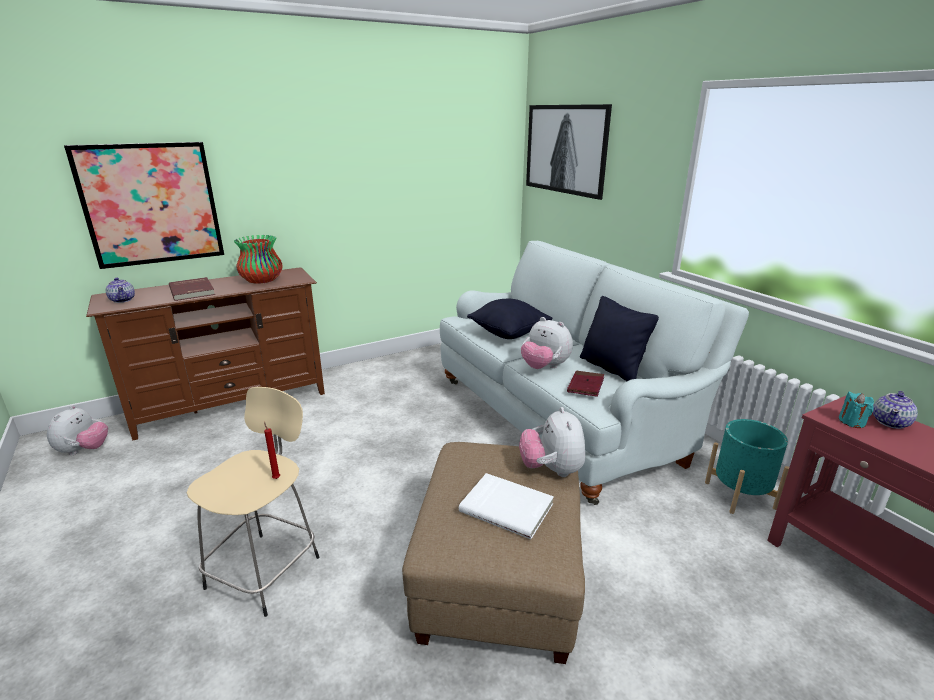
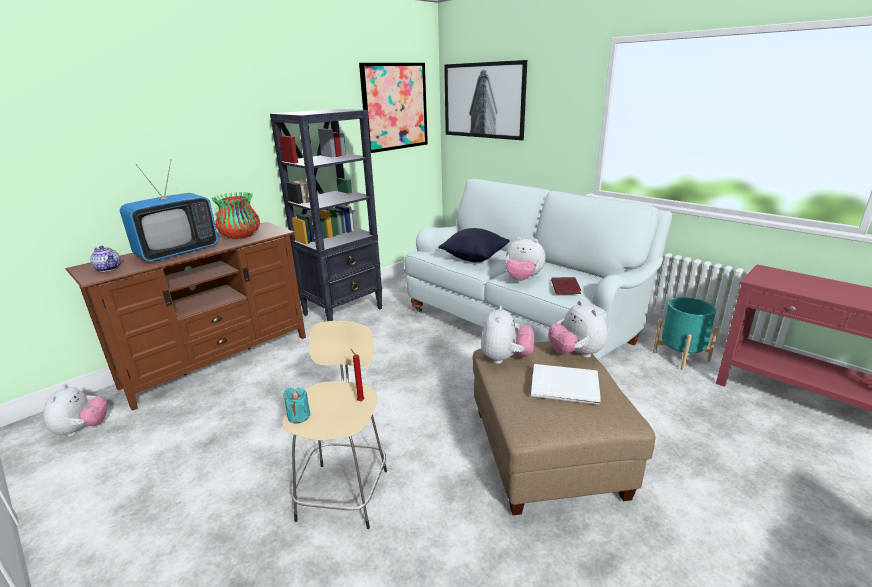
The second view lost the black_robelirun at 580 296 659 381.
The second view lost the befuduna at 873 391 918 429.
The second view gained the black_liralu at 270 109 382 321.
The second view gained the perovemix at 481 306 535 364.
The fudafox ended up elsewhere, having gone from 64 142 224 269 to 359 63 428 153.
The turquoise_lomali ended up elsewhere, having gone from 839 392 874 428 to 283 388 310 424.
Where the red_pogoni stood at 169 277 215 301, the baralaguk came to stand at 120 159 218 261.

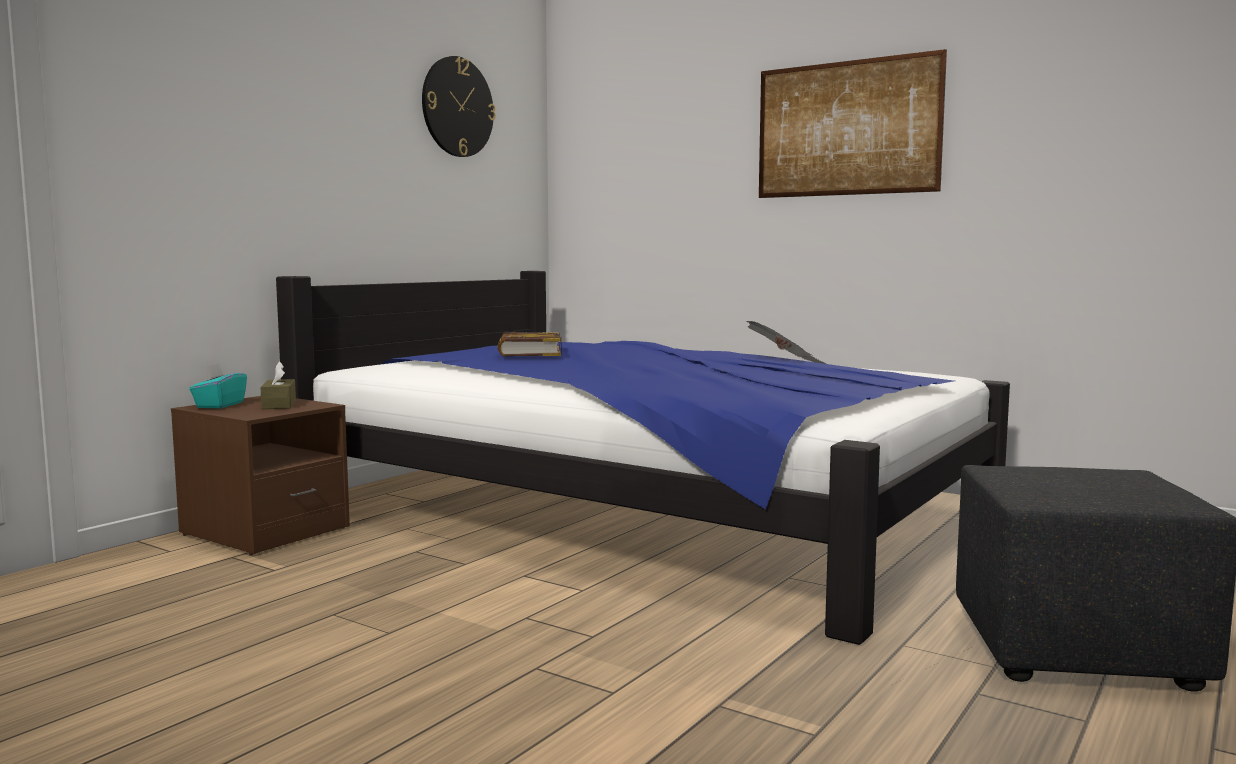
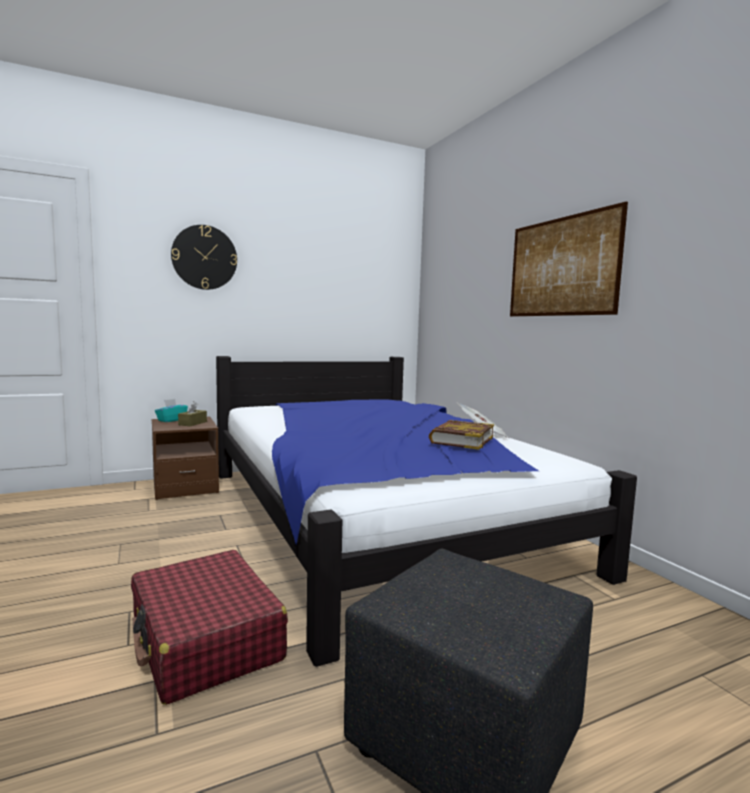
The second view gained the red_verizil at 131 550 288 705.
The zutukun ended up elsewhere, having gone from 422 56 496 157 to 171 225 237 290.
The pogoni ended up elsewhere, having gone from 497 332 562 356 to 429 420 494 450.

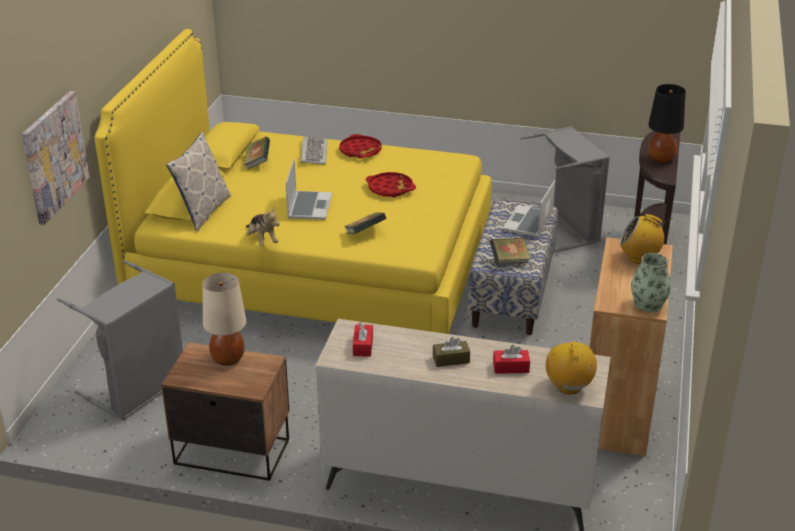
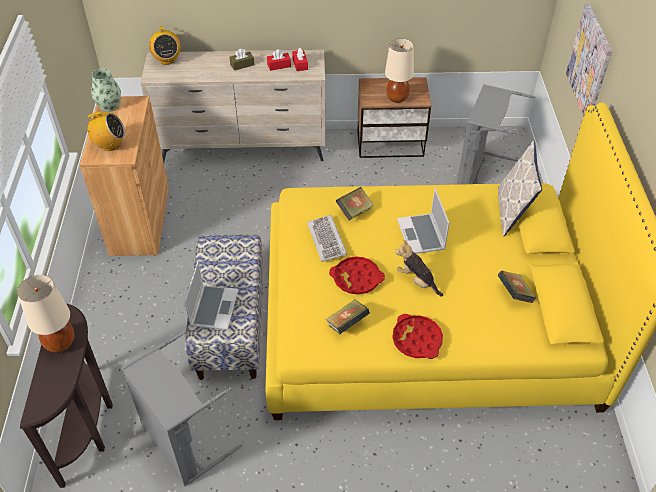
The perovemix ended up elsewhere, having gone from 246 207 280 246 to 394 239 443 297.
The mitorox ended up elsewhere, having gone from 301 137 327 165 to 307 215 347 262.
The pogoni ended up elsewhere, having gone from 490 238 531 264 to 325 300 370 334.
The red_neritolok ended up elsewhere, having gone from 493 345 530 374 to 267 49 291 71.
What was the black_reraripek at 648 84 686 163 turned into the beige_reraripek at 17 275 74 353.

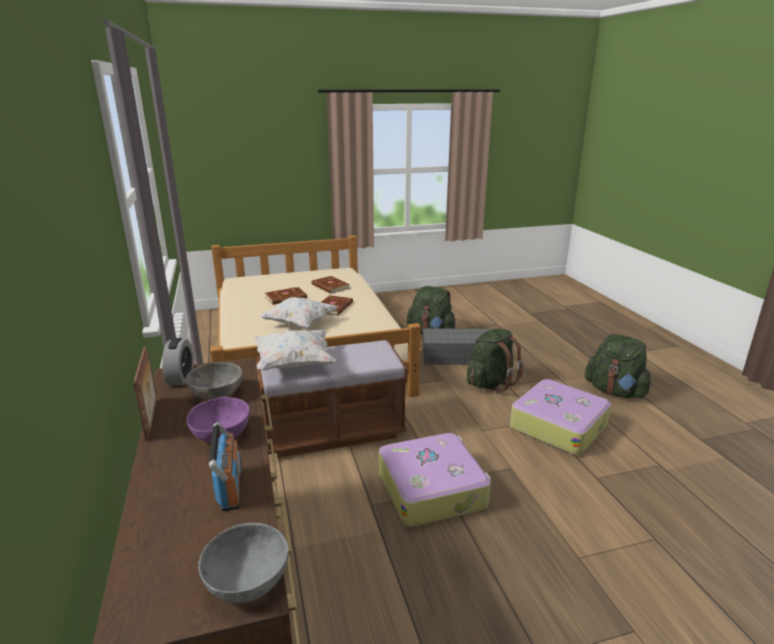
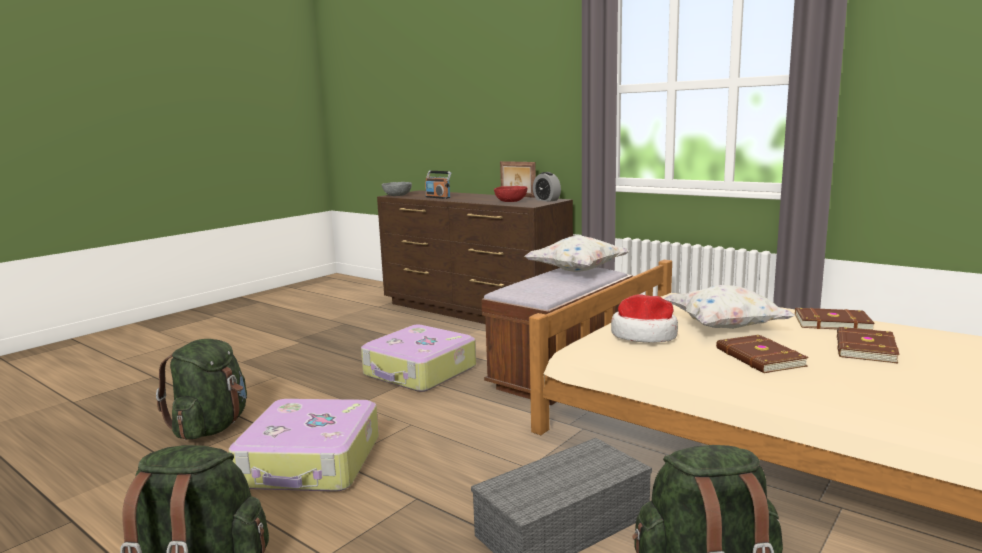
The second view lost the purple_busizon at 187 397 250 442.
The second view gained the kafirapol at 611 294 678 343.
The brown_pogoni ended up elsewhere, having gone from 311 276 350 294 to 795 308 875 330.
The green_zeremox ended up elsewhere, having gone from 467 329 523 393 to 156 339 247 440.
What was the grey_busizon at 185 362 243 400 turned into the red_busizon at 494 186 528 202.

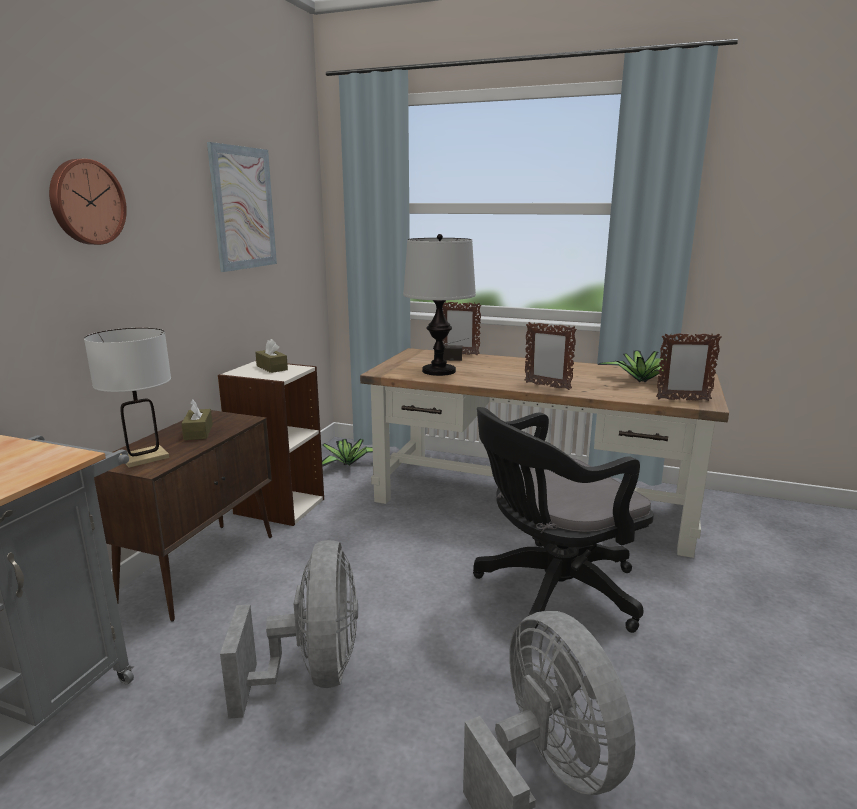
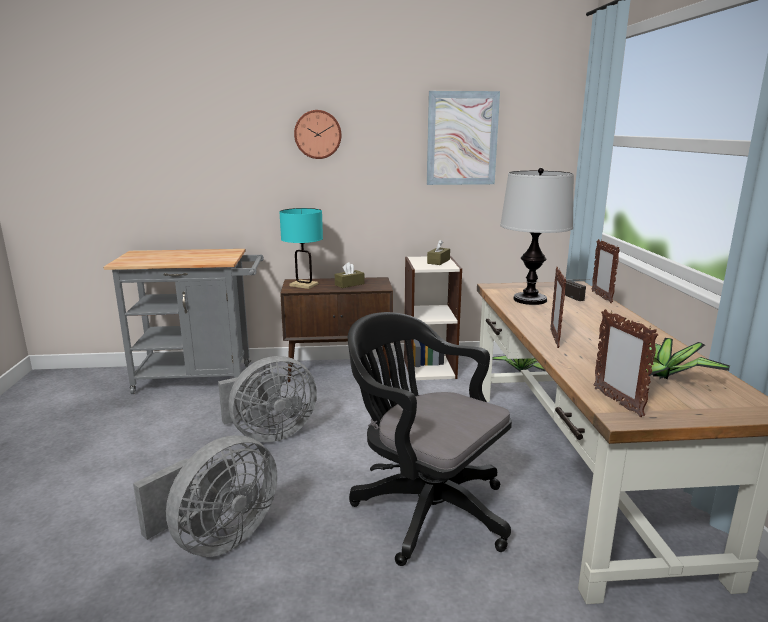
What was the white_reraripek at 84 328 171 468 turned into the turquoise_reraripek at 279 208 323 289.

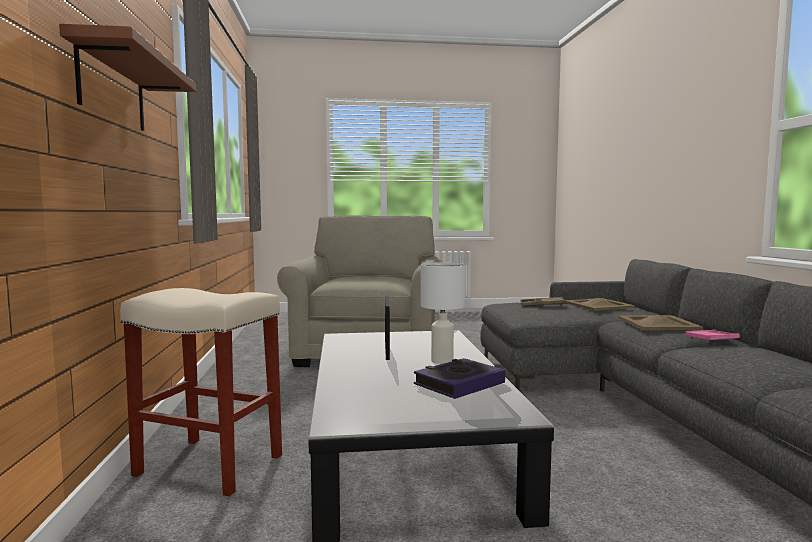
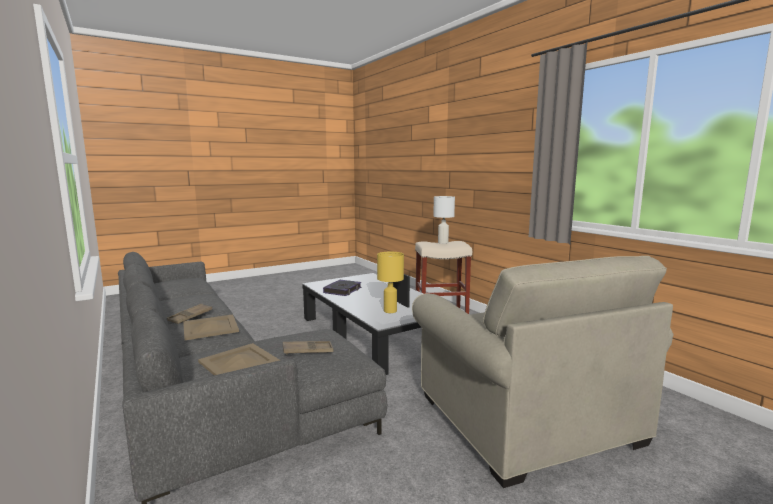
The second view lost the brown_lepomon at 59 24 196 131.
The second view gained the yellow_reraripek at 377 252 404 313.
The white_reraripek ended up elsewhere, having gone from 421 263 465 364 to 433 196 455 244.
What was the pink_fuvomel at 685 330 740 342 turned into the brown_fuvomel at 167 304 212 324.

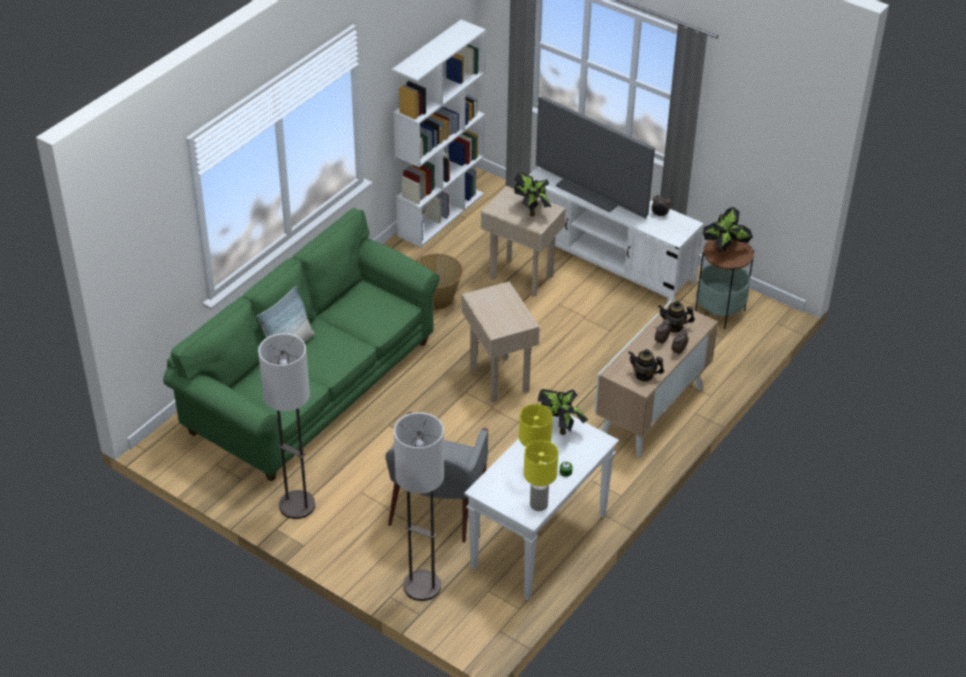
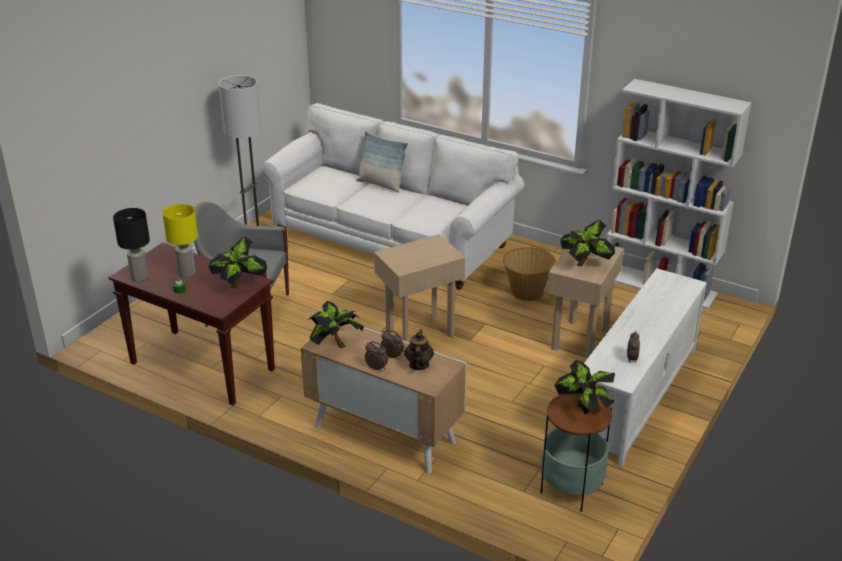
The second view lost the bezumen at 394 412 444 601.
The second view lost the baralaguk at 536 96 655 219.
Where the befuduna stood at 628 349 664 382, the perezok came to stand at 308 301 364 348.
What was the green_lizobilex at 163 208 439 481 turned into the white_lizobilex at 261 103 524 289.
What was the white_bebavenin at 464 414 619 601 turned into the brown_bebavenin at 108 243 275 405.
What was the yellow_reraripek at 524 440 558 511 turned into the black_reraripek at 113 208 150 282.

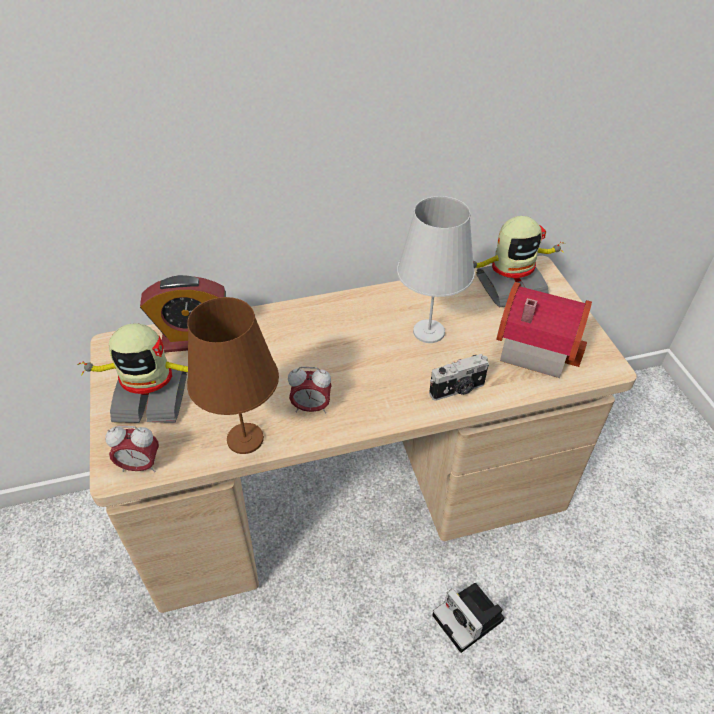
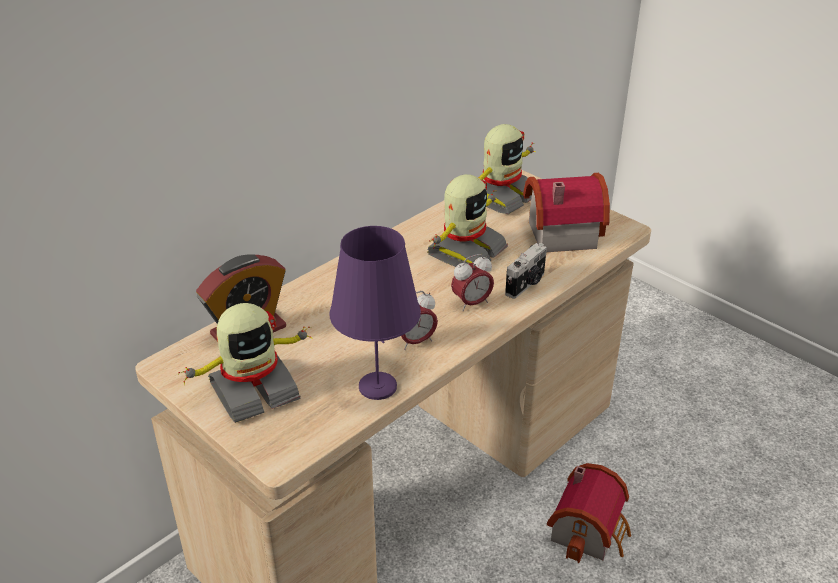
The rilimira ended up elsewhere, having gone from 105 426 159 472 to 451 254 494 311.
Where the white_reraripek stood at 397 196 475 343, the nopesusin came to stand at 427 174 508 267.
Where the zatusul stood at 432 583 505 653, the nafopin came to stand at 547 463 631 563.
What was the brown_reraripek at 187 297 279 454 turned into the purple_reraripek at 329 226 421 400.

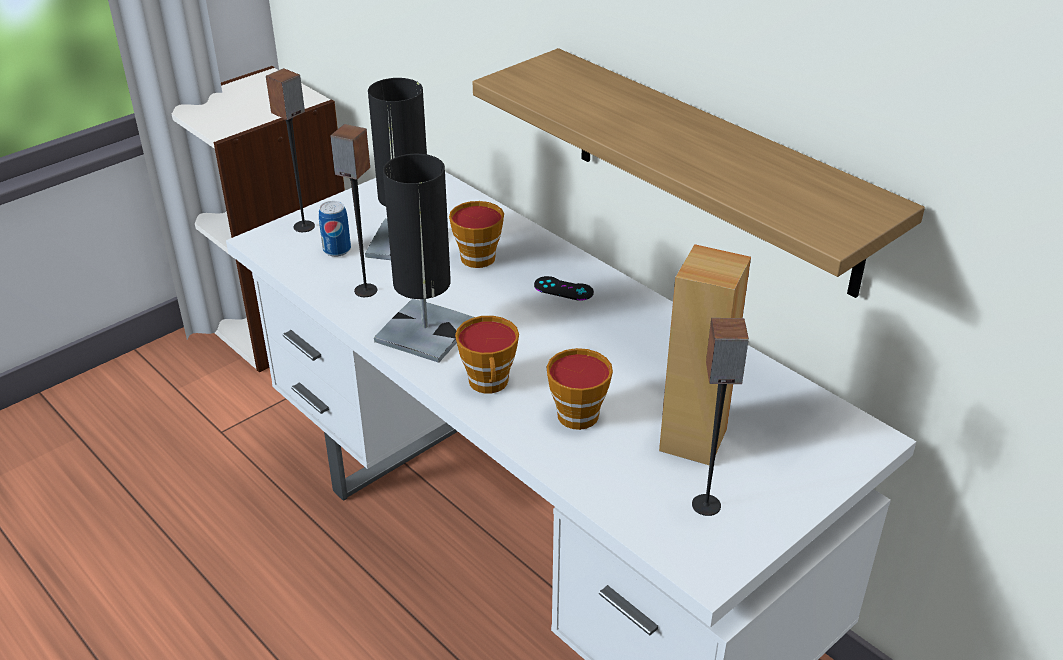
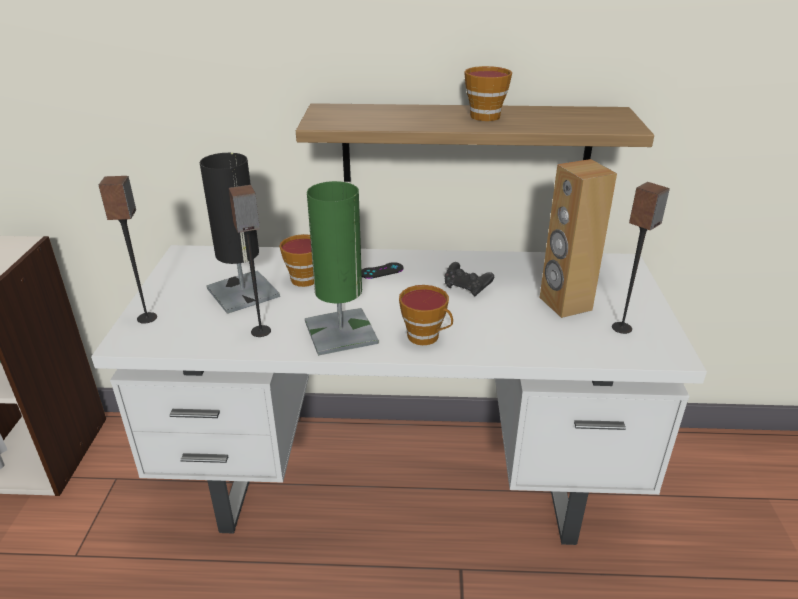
The second view lost the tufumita at 319 201 351 257.
The second view gained the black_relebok at 445 262 494 296.
The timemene ended up elsewhere, having gone from 547 348 613 430 to 464 66 512 121.
What was the black_reraripek at 374 154 474 363 turned into the green_reraripek at 305 181 379 356.

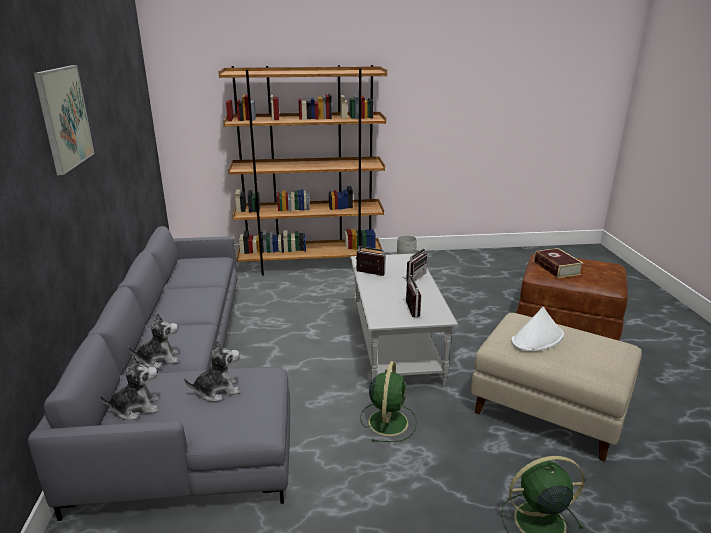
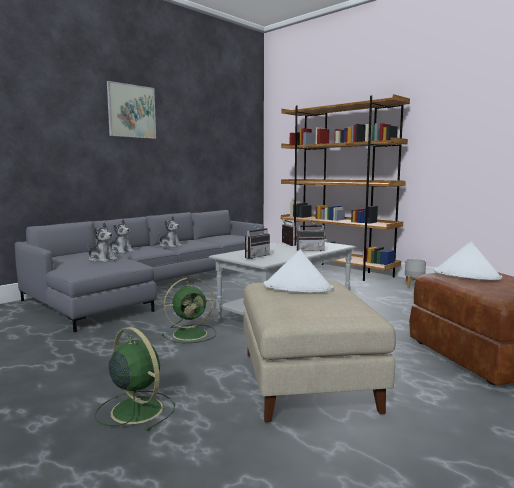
The perovemix ended up elsewhere, having gone from 99 356 159 420 to 158 216 182 248.
Where the pogoni stood at 534 248 584 278, the white_kafirapol came to stand at 434 241 502 280.

